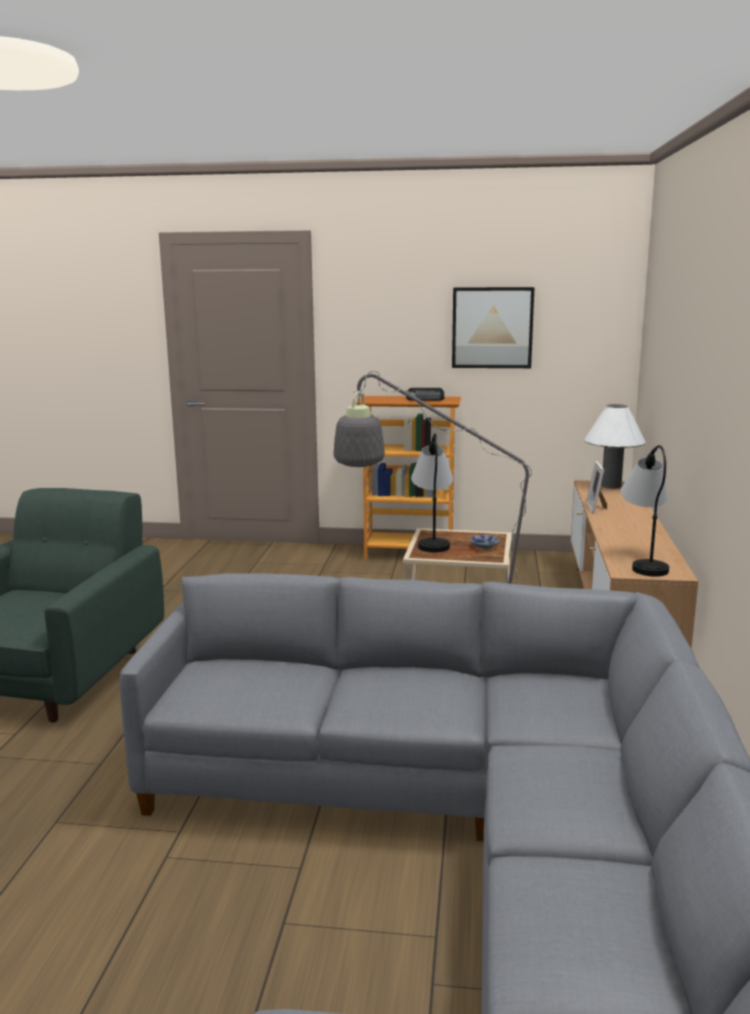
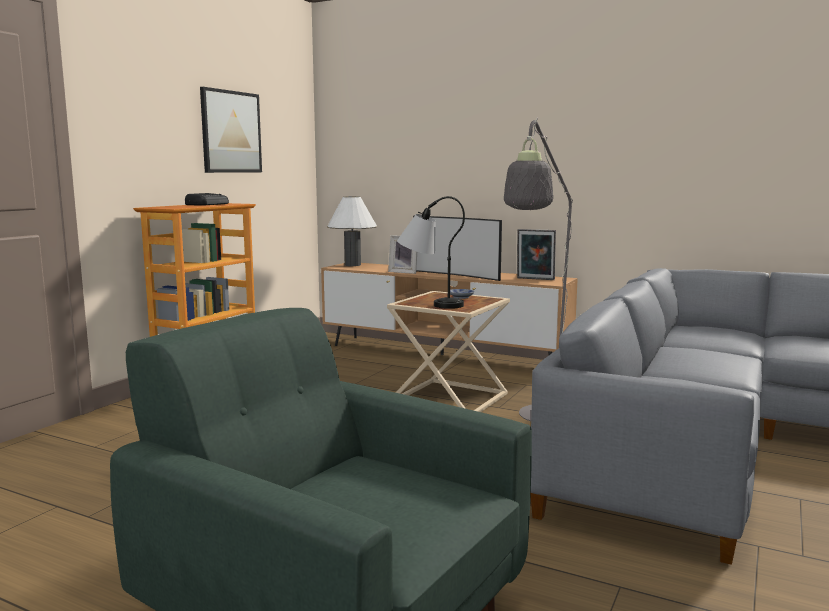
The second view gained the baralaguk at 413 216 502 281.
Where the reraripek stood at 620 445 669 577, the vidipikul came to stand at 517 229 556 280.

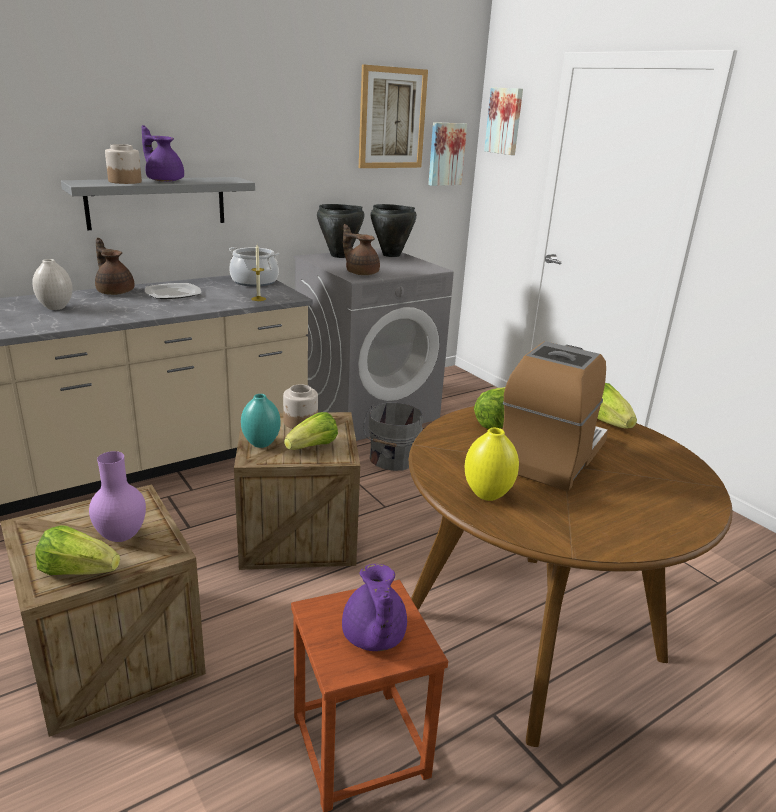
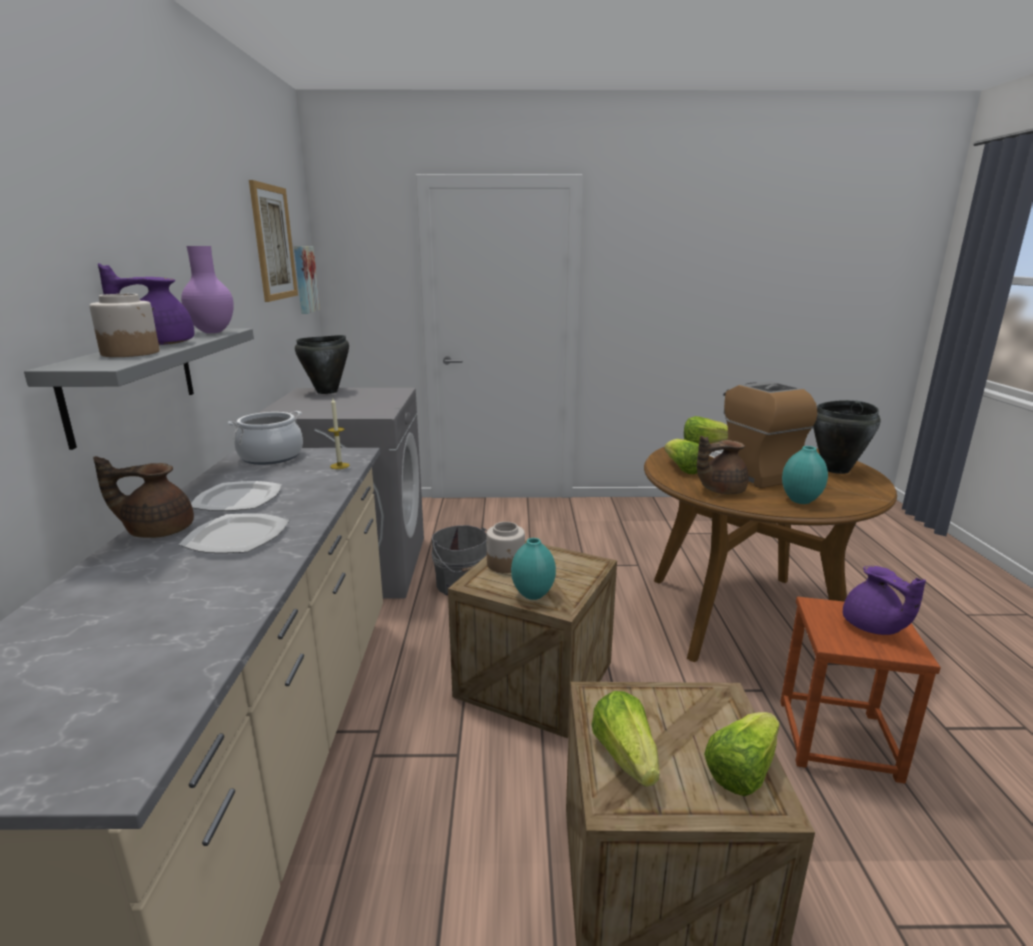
The second view lost the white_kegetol at 32 259 72 310.
The second view lost the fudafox at 484 87 523 155.
The second view gained the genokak at 179 513 289 553.
The purple_kegetol ended up elsewhere, having gone from 89 451 146 542 to 181 246 234 333.
The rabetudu ended up elsewhere, having gone from 284 412 338 450 to 591 691 660 787.
The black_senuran ended up elsewhere, having gone from 317 204 365 258 to 813 400 880 474.
The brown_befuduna ended up elsewhere, having gone from 343 224 380 275 to 697 436 749 494.
What was the yellow_kegetol at 465 428 519 501 turned into the turquoise_kegetol at 782 446 828 504.
The purple_befuduna at 342 564 407 651 ended up facing another way, 45 degrees clockwise from before.

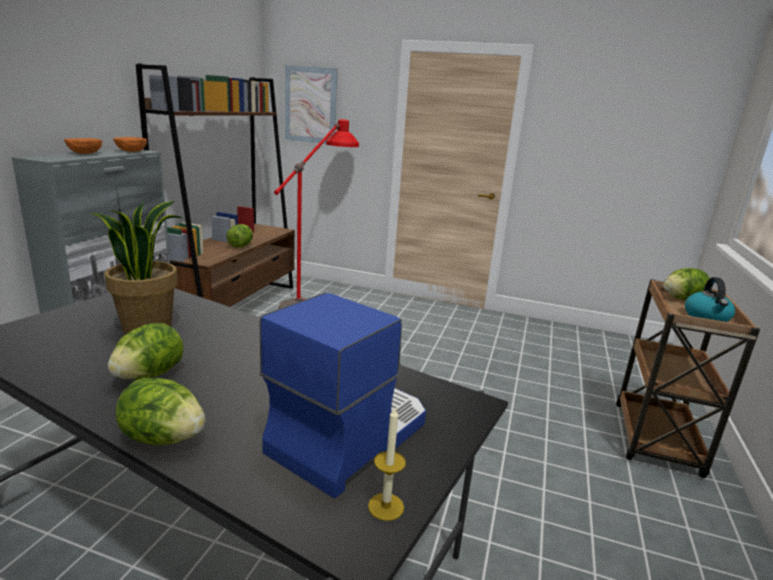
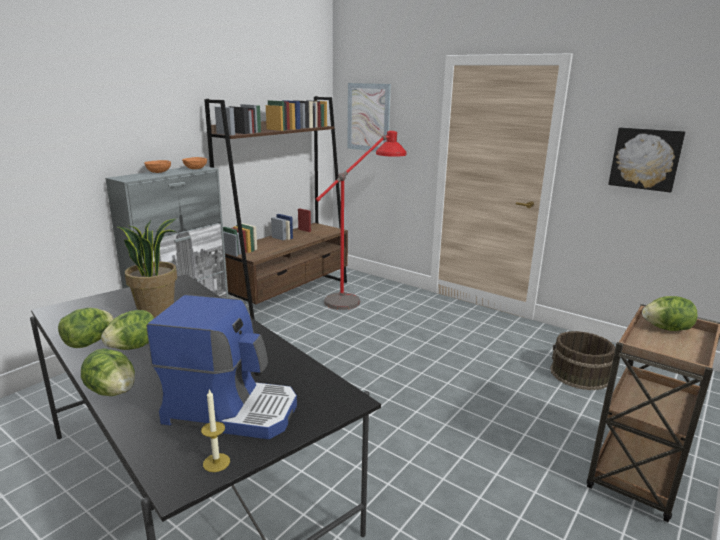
The second view lost the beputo at 685 277 735 322.
The second view gained the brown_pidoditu at 550 331 615 390.
The second view gained the fudafox at 608 127 685 192.
The rabetudu ended up elsewhere, having gone from 226 224 253 248 to 58 308 114 348.
The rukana at 260 293 426 498 ended up facing another way, 45 degrees clockwise from before.

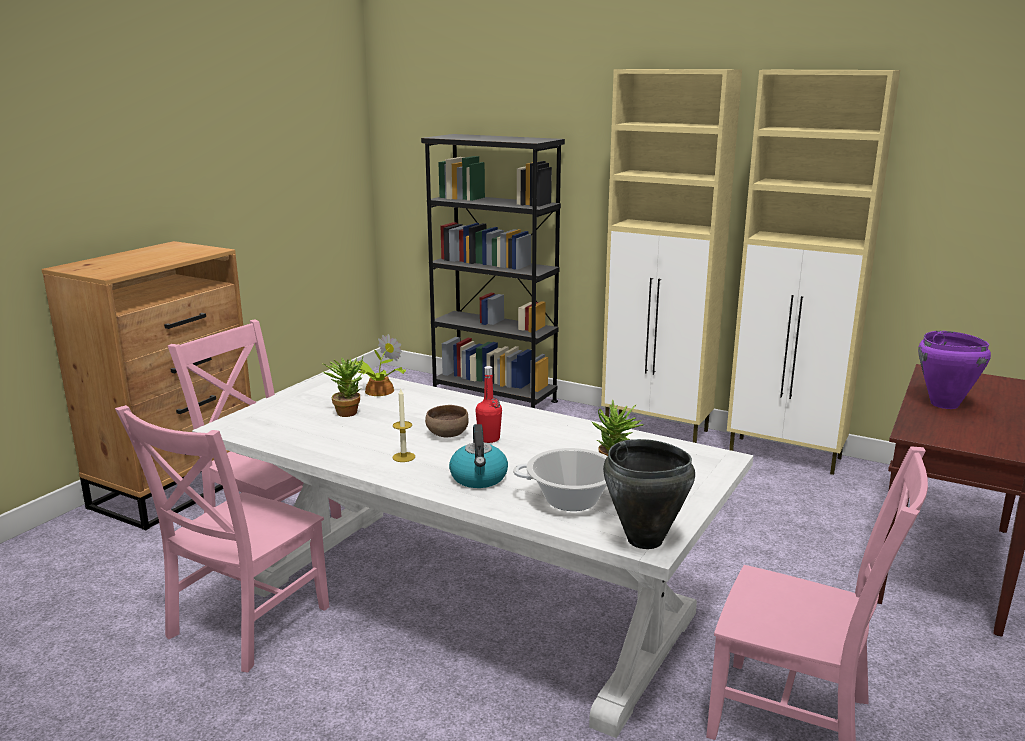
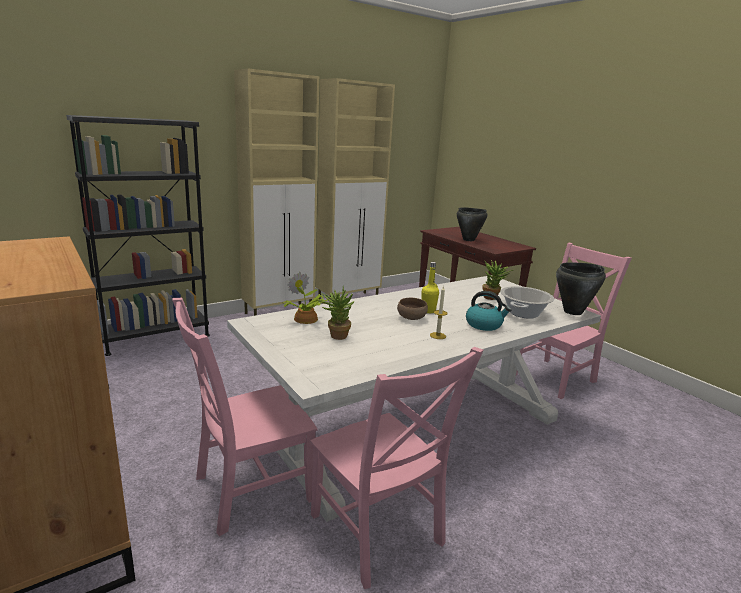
What was the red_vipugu at 476 366 502 443 turned into the yellow_vipugu at 421 262 439 313.
What was the purple_senuran at 918 331 991 409 turned into the black_senuran at 457 207 487 241.

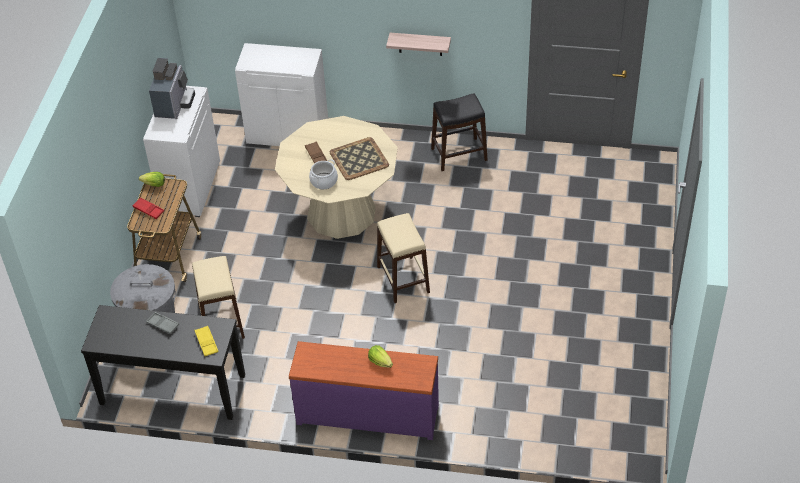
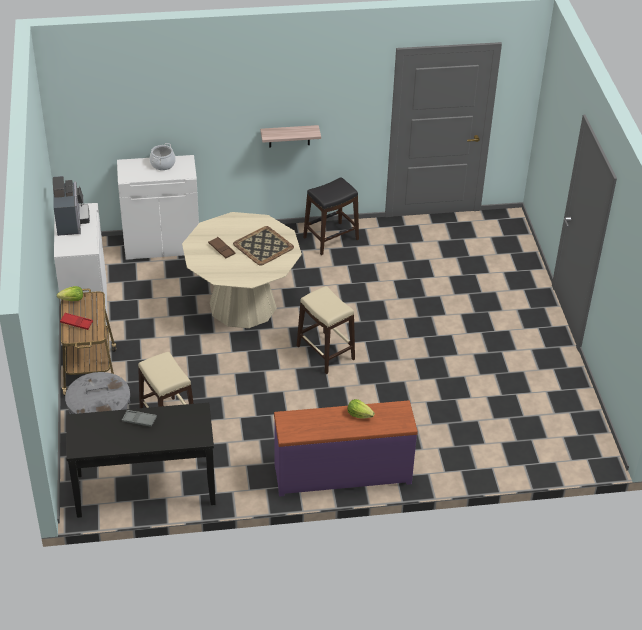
The second view lost the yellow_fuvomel at 194 326 218 356.
The senuran ended up elsewhere, having gone from 309 159 338 189 to 150 143 176 170.

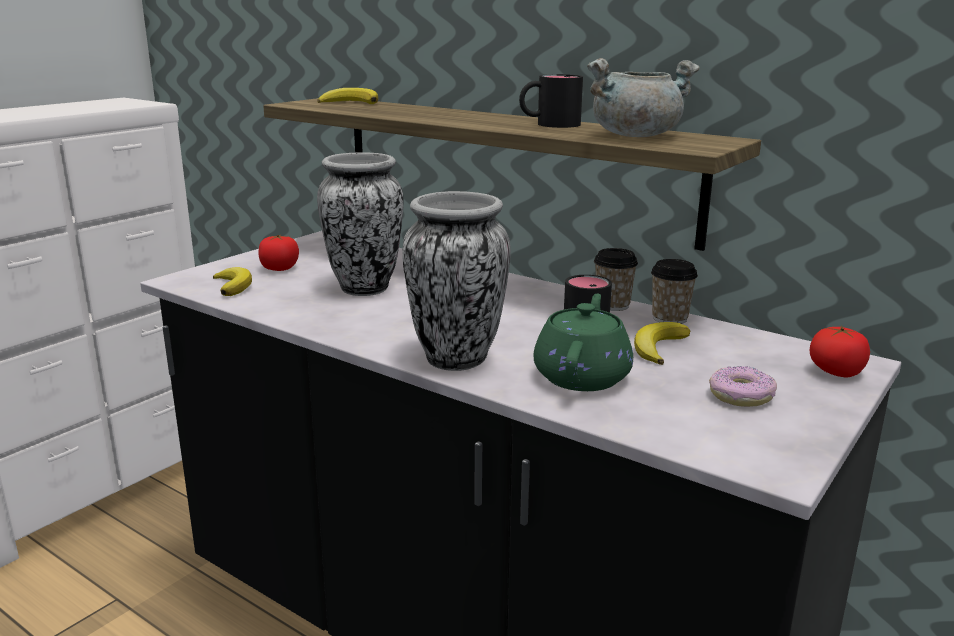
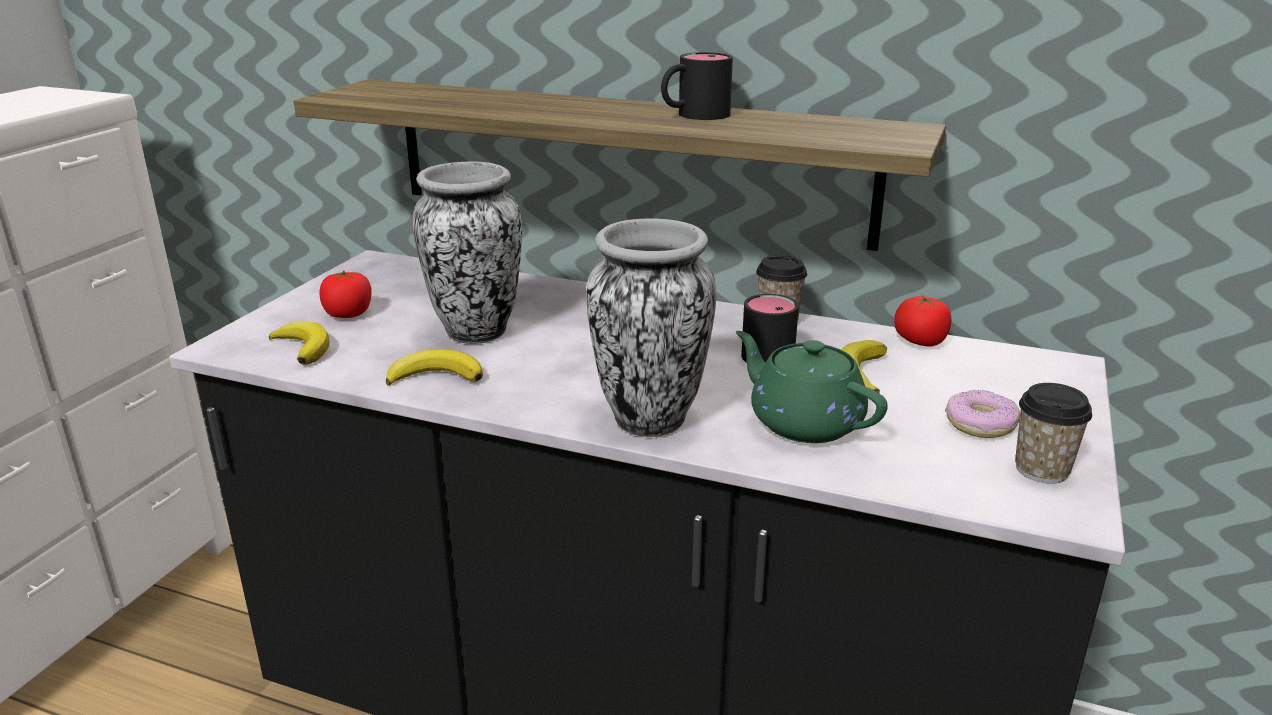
The second view lost the grey_senuran at 587 58 700 137.
The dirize ended up elsewhere, having gone from 317 88 378 104 to 386 349 483 386.
The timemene ended up elsewhere, having gone from 651 259 698 324 to 1015 383 1092 484.
The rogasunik ended up elsewhere, having gone from 810 326 870 377 to 894 295 952 347.
The green_befuduna at 534 293 633 391 ended up facing another way, 45 degrees counterclockwise from before.

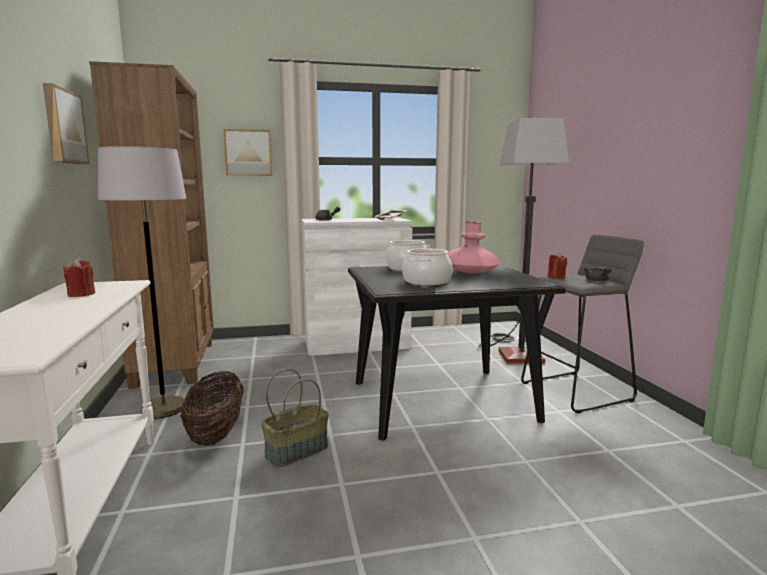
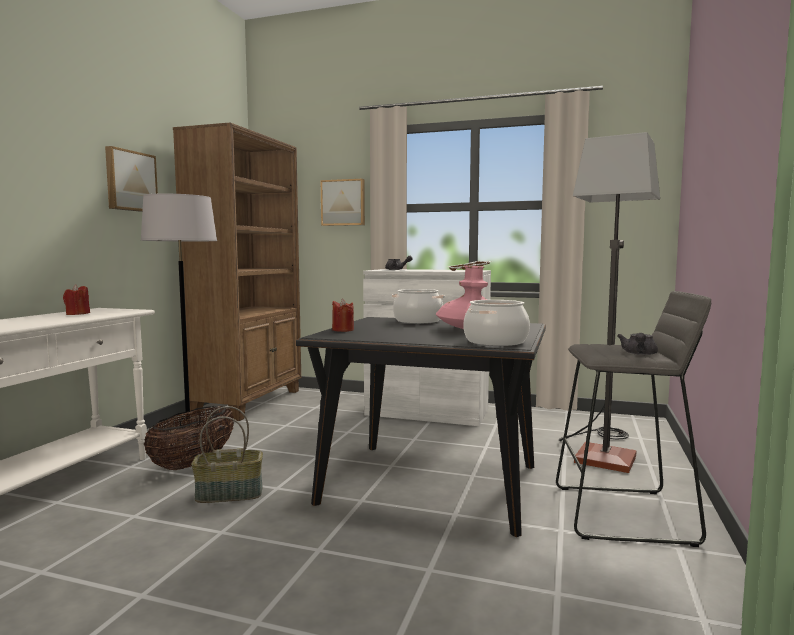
The senuran ended up elsewhere, having gone from 402 249 453 285 to 463 300 530 346.
The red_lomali ended up elsewhere, having gone from 548 253 567 279 to 332 299 354 332.

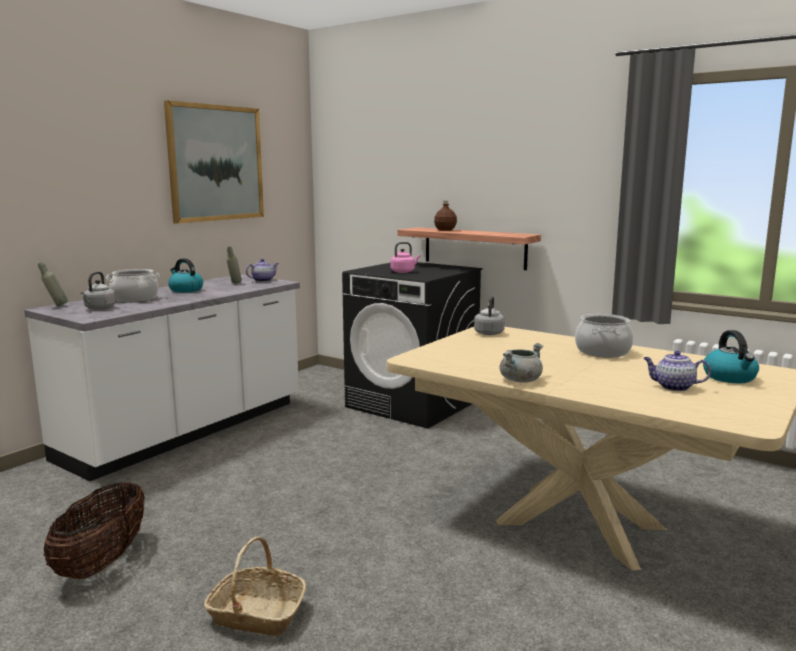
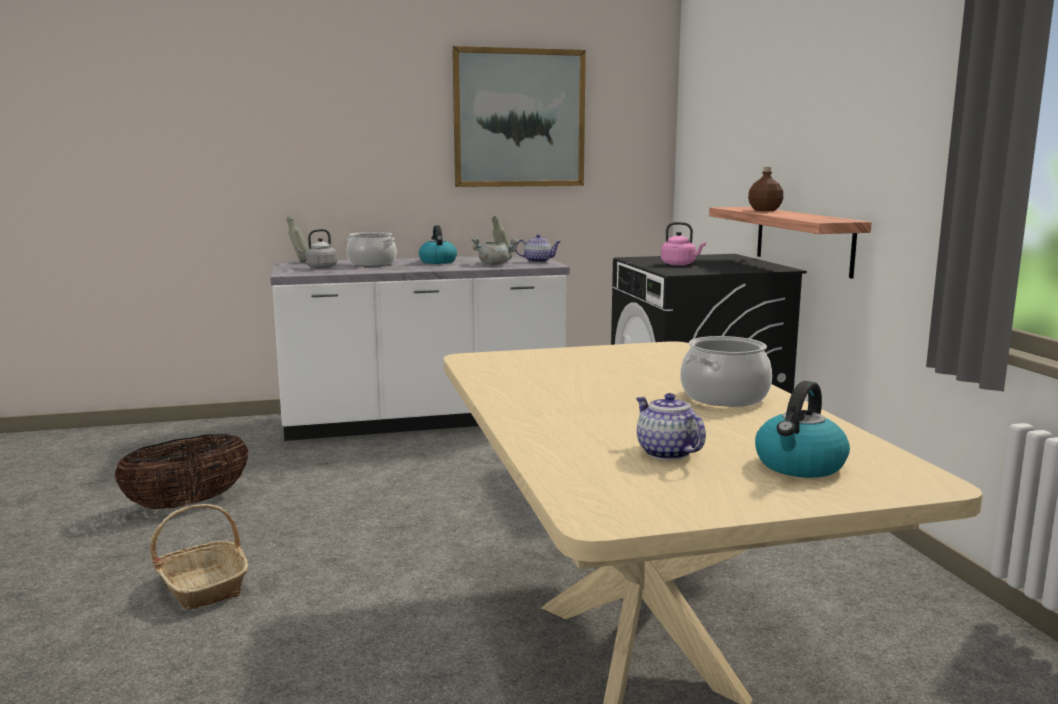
The second view lost the grey_beputo at 474 296 505 335.
The grey_senuran ended up elsewhere, having gone from 500 343 543 383 to 471 237 519 265.

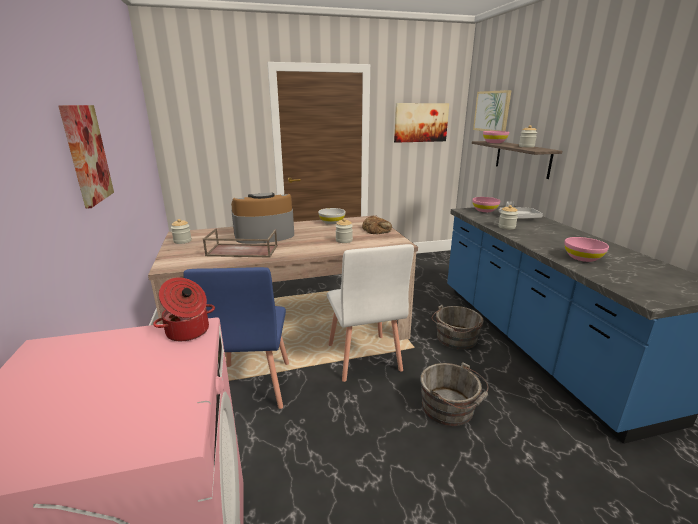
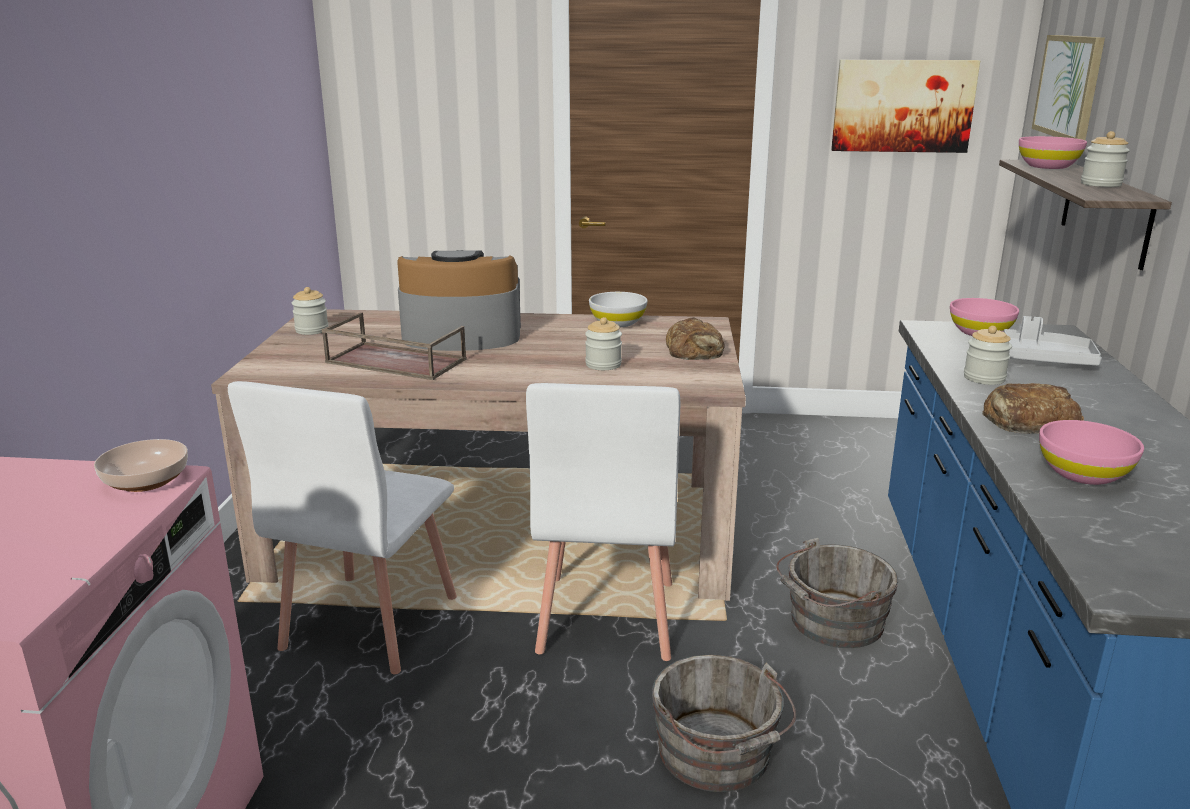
The second view lost the fudafox at 58 105 114 209.
The second view gained the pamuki at 982 383 1084 434.
Where the senuran stood at 153 277 215 341, the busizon came to stand at 94 439 188 492.
What was the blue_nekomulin at 183 267 289 409 turned into the white_nekomulin at 228 381 457 674.

